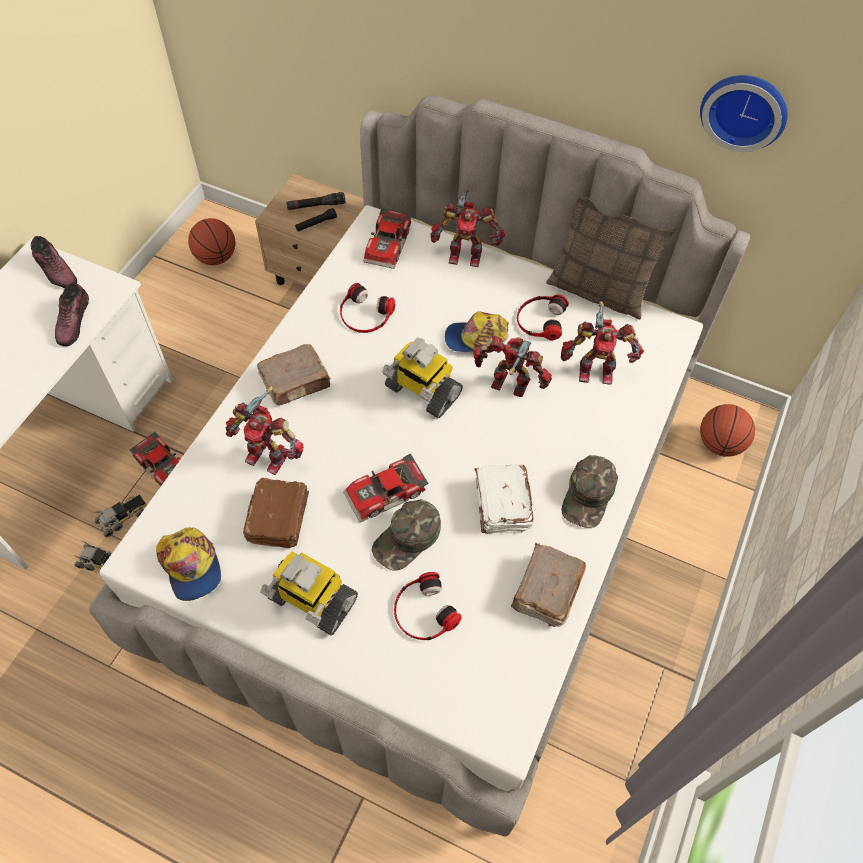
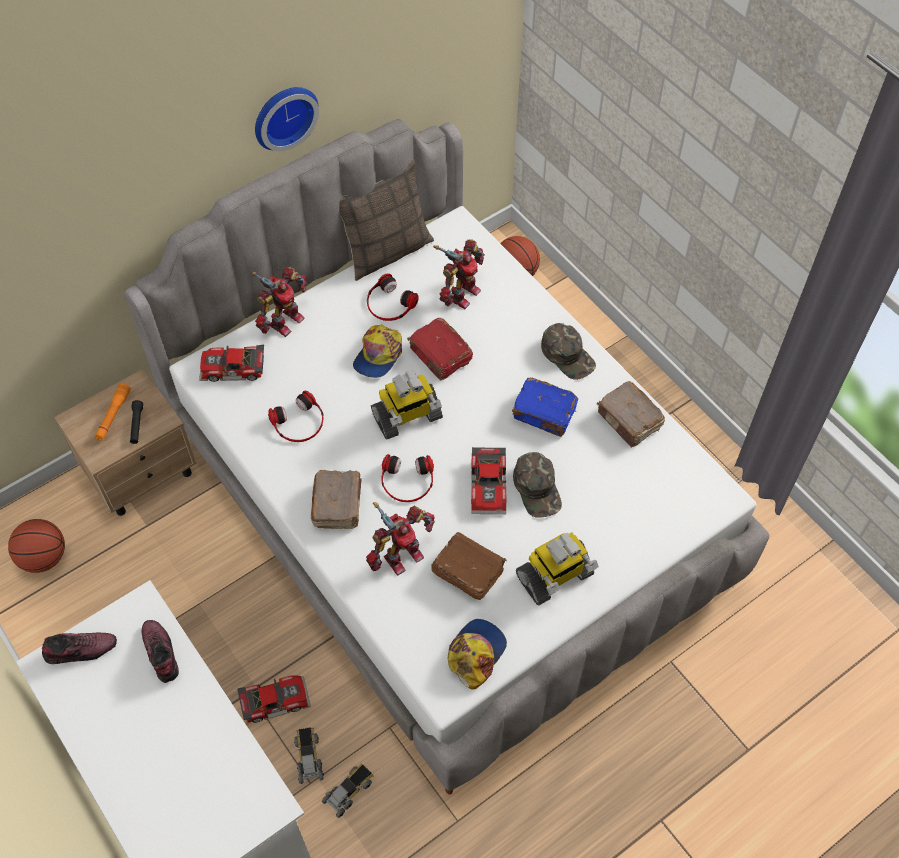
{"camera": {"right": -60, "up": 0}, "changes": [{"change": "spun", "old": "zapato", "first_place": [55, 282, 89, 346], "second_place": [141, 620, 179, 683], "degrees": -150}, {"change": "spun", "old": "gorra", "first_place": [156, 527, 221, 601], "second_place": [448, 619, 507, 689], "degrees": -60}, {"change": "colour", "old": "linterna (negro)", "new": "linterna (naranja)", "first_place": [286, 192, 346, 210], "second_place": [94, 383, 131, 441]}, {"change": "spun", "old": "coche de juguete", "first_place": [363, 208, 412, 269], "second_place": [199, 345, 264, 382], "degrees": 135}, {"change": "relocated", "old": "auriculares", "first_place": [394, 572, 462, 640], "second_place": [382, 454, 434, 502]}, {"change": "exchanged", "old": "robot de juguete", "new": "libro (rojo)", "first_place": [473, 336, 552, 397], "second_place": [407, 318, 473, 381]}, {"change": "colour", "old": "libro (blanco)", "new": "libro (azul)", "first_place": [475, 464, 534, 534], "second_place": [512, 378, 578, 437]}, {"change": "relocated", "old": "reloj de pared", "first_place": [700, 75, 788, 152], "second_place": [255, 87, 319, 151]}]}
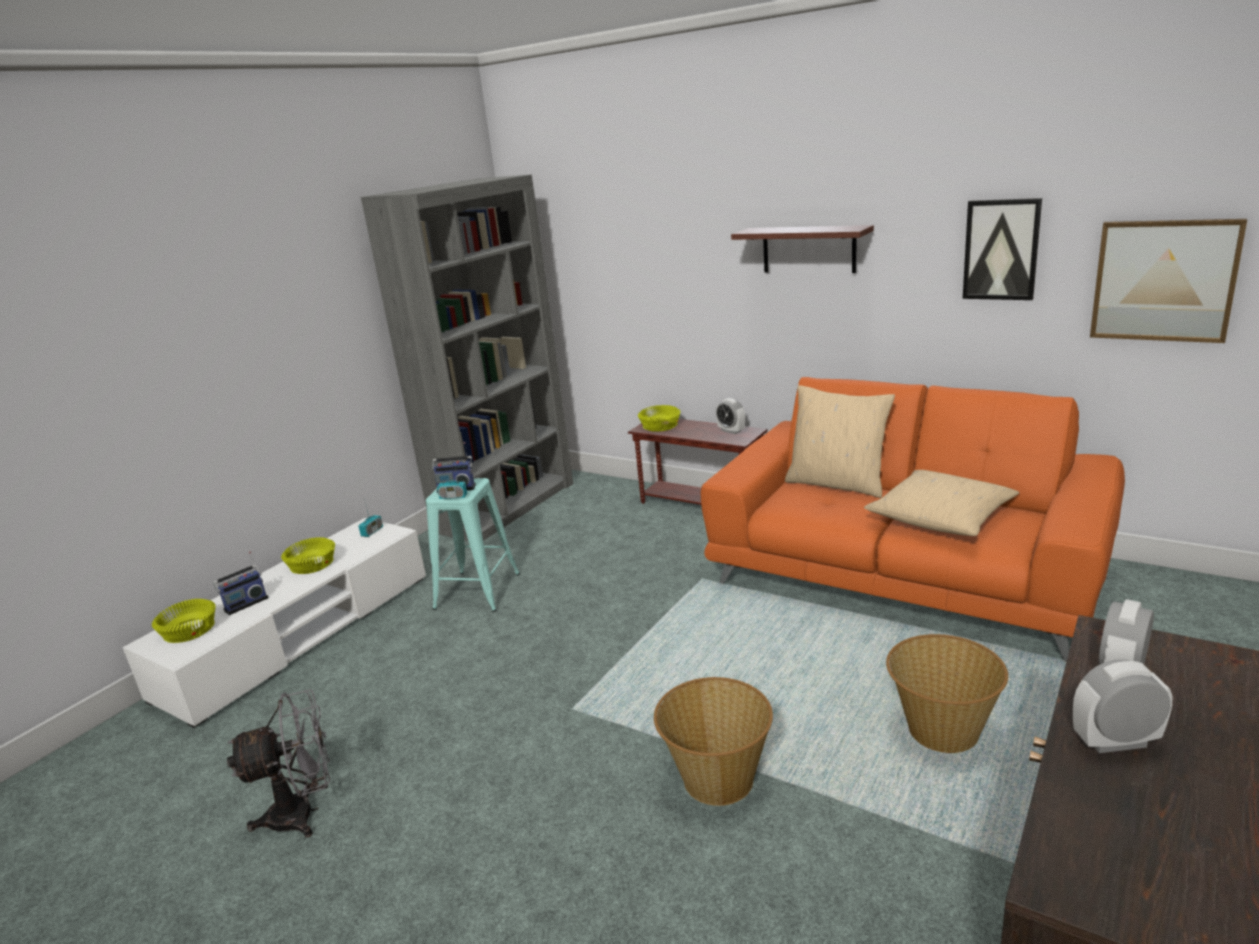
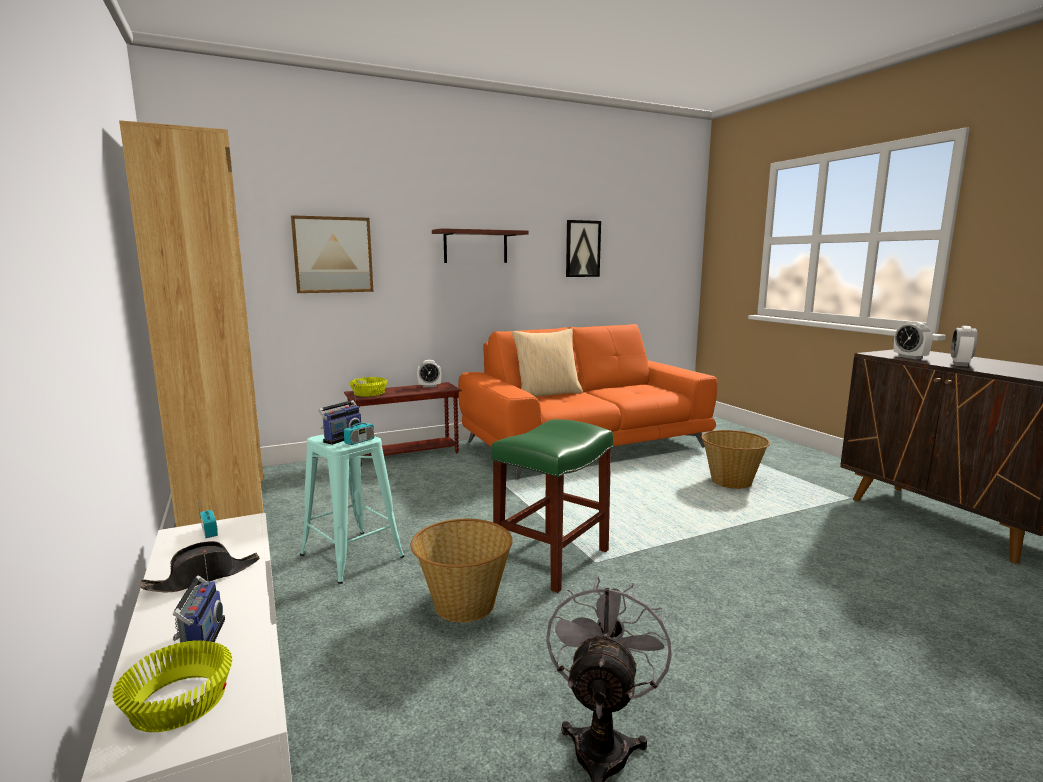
{"camera": {"right": -60, "up": -10}, "changes": [{"change": "exchanged", "old": "cuenco (amarillo)", "new": "sombrero (negro)", "first_place": [281, 537, 335, 574], "second_place": [140, 541, 260, 592]}, {"change": "colour", "old": "estantería (gris)", "new": "estantería (marrón)", "first_place": [361, 174, 573, 541], "second_place": [119, 120, 264, 527]}, {"change": "relocated", "old": "cesta", "first_place": [654, 677, 773, 806], "second_place": [411, 519, 513, 623]}, {"change": "missing", "old": "cojín (beis)", "first_place": [864, 470, 1019, 536]}, {"change": "relocated", "old": "cuadro", "first_place": [1090, 219, 1247, 343], "second_place": [291, 215, 373, 293]}, {"change": "appeared", "new": "taburete (verde)", "second_place": [491, 419, 613, 593]}]}
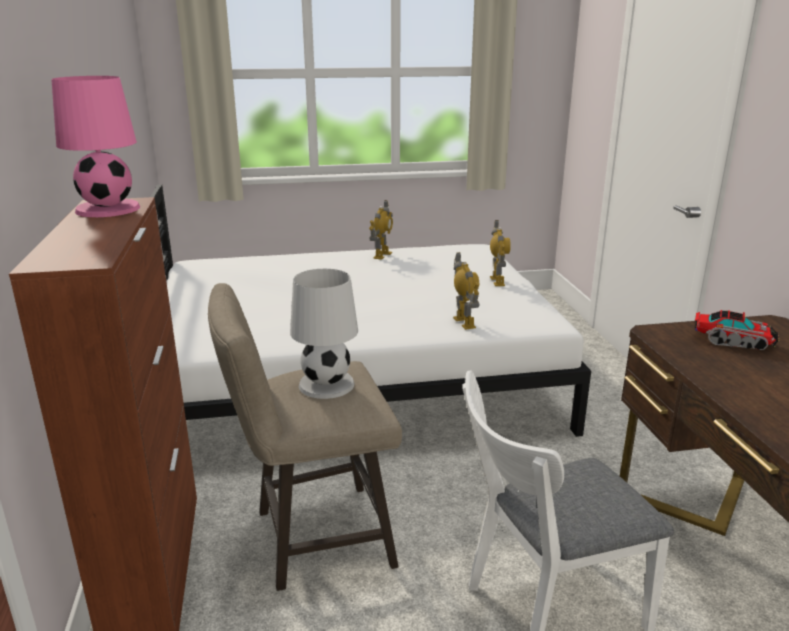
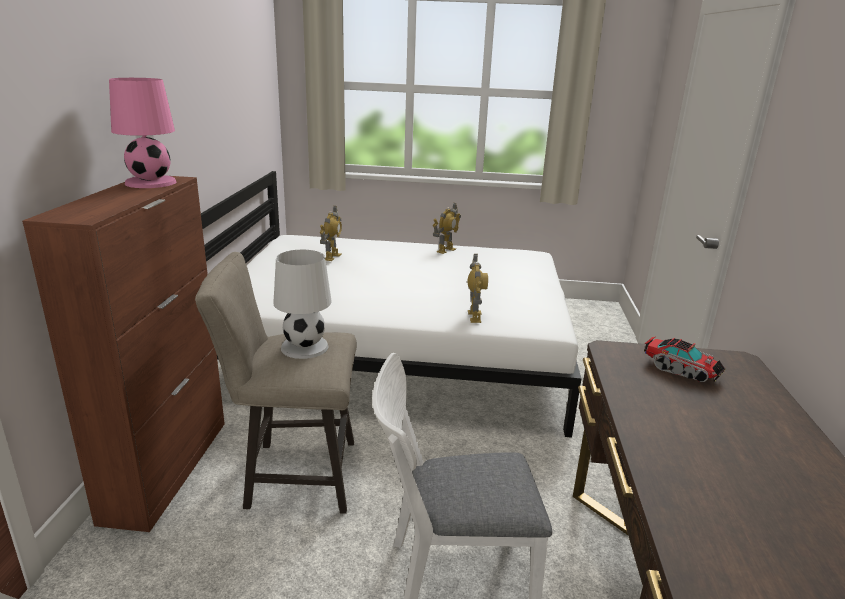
{"camera": {"right": 15, "up": 0}, "changes": [{"change": "relocated", "old": "robot de juguete", "first_place": [490, 220, 511, 286], "second_place": [320, 206, 342, 261]}]}
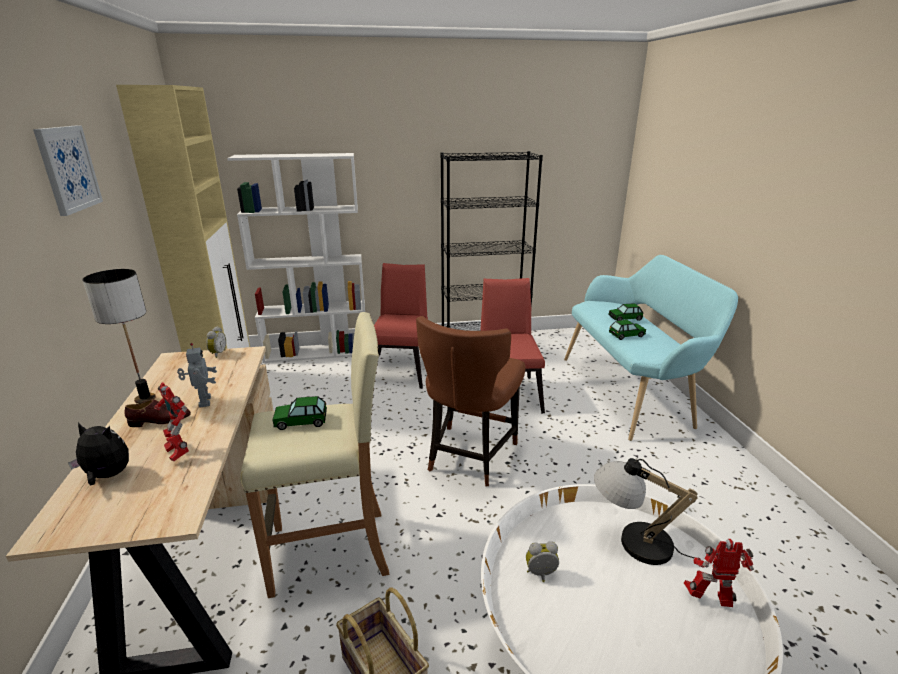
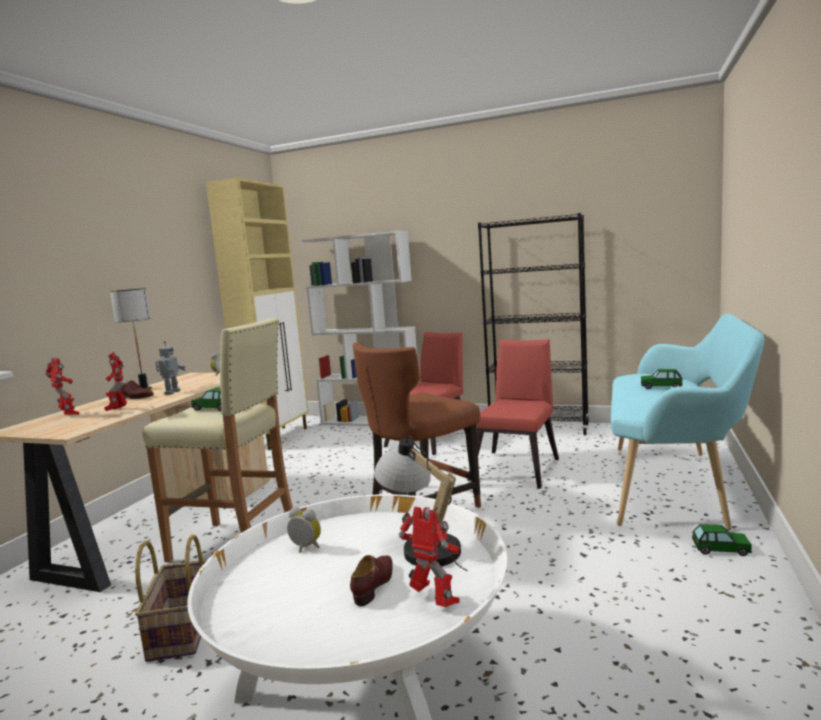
{"camera": {"right": 30, "up": -15}, "changes": [{"change": "missing", "old": "cuadro", "first_place": [33, 125, 103, 216]}, {"change": "exchanged", "old": "peluche", "new": "robot de juguete", "first_place": [68, 423, 129, 485], "second_place": [45, 358, 79, 415]}, {"change": "relocated", "old": "coche de juguete", "first_place": [609, 320, 646, 340], "second_place": [692, 524, 752, 556]}, {"change": "appeared", "new": "zapato (marrón)", "second_place": [350, 555, 393, 606]}]}
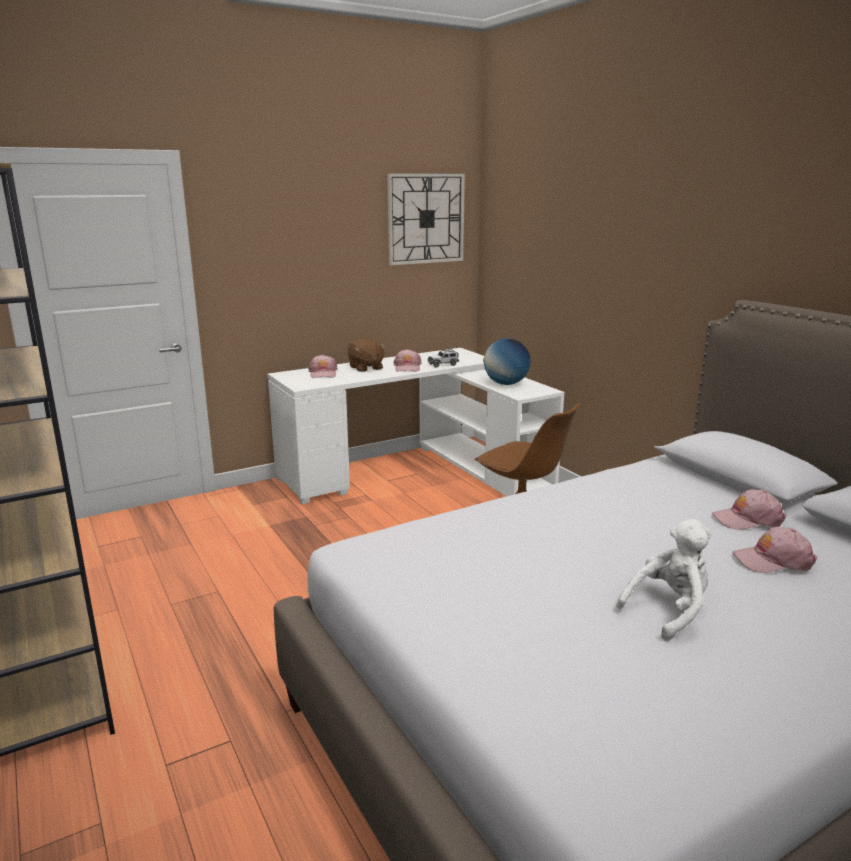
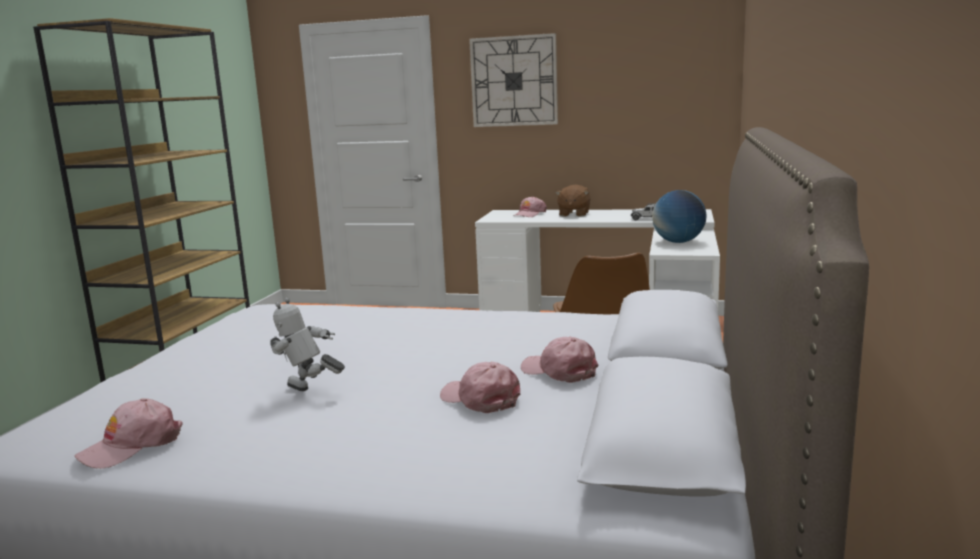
{"camera": {"right": 45, "up": -5}, "changes": [{"change": "relocated", "old": "reloj de pared", "first_place": [387, 173, 465, 265], "second_place": [469, 33, 558, 127]}, {"change": "relocated", "old": "gorra (rosa)", "first_place": [394, 349, 422, 372], "second_place": [75, 398, 183, 469]}, {"change": "exchanged", "old": "peluche (blanco)", "new": "robot de juguete", "first_place": [616, 519, 712, 641], "second_place": [270, 298, 345, 391]}]}
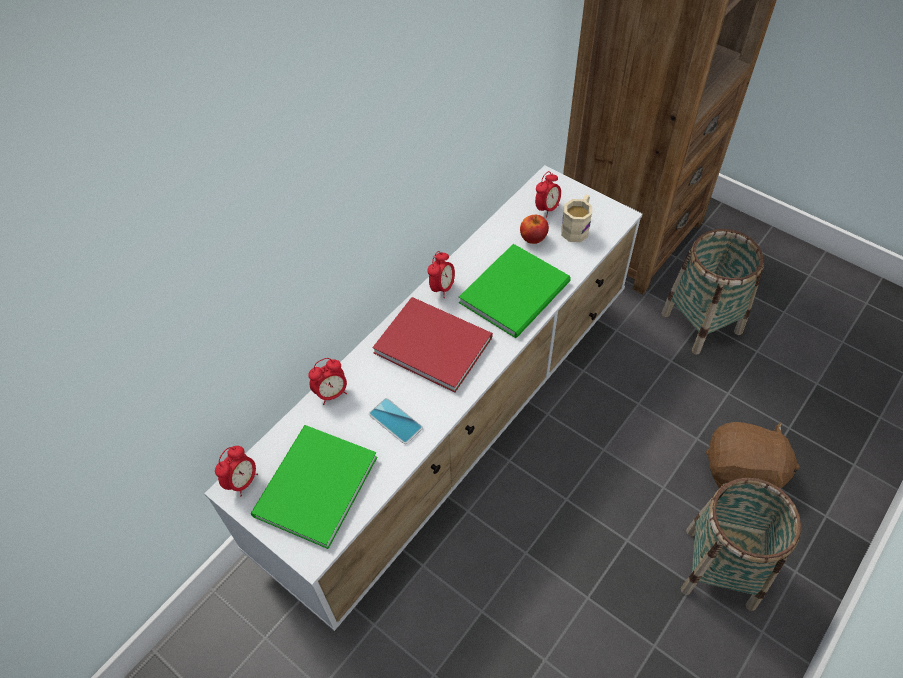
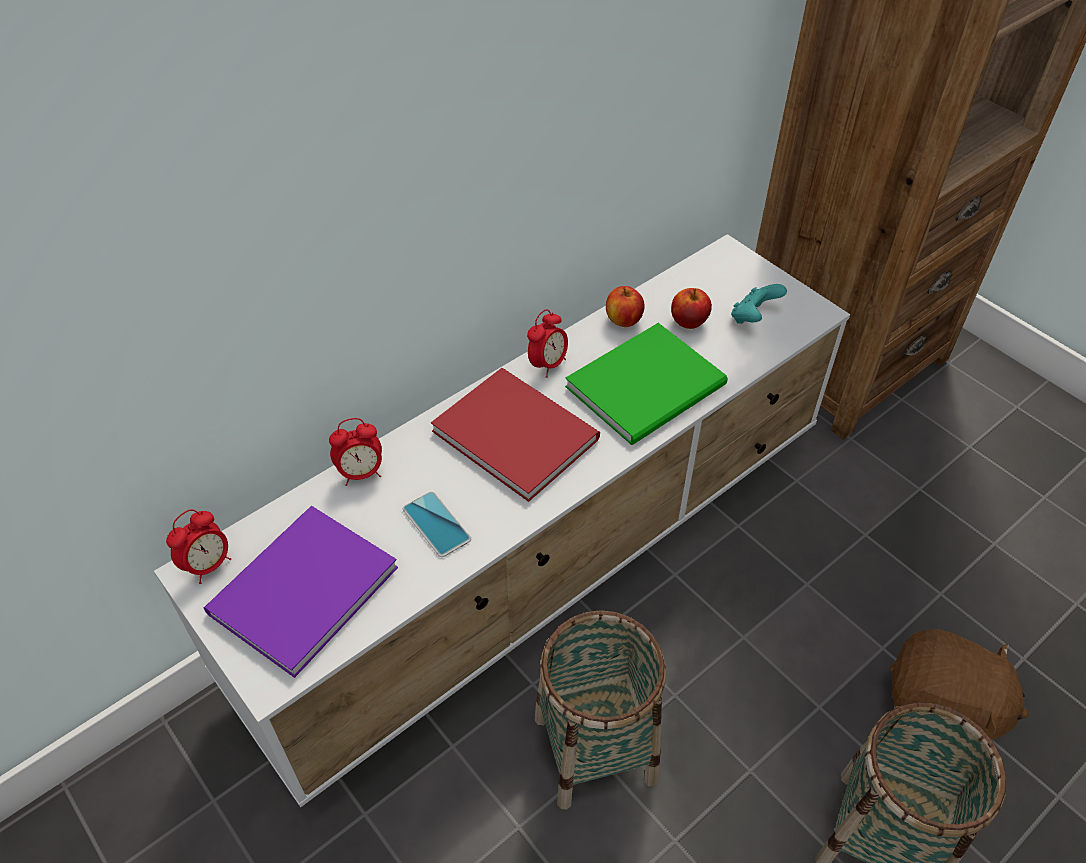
{"camera": {"right": 10, "up": -5}, "changes": [{"change": "colour", "old": "libro (verde)", "new": "libro (morado)", "first_place": [250, 425, 377, 549], "second_place": [204, 506, 398, 678]}, {"change": "missing", "old": "despertador", "first_place": [535, 171, 561, 218]}, {"change": "exchanged", "old": "taza grande (beis)", "new": "mando de consola (turquesa)", "first_place": [561, 195, 592, 242], "second_place": [731, 284, 787, 324]}, {"change": "relocated", "old": "cesta", "first_place": [661, 229, 764, 354], "second_place": [535, 611, 666, 810]}, {"change": "appeared", "new": "manzana", "second_place": [606, 286, 645, 327]}]}
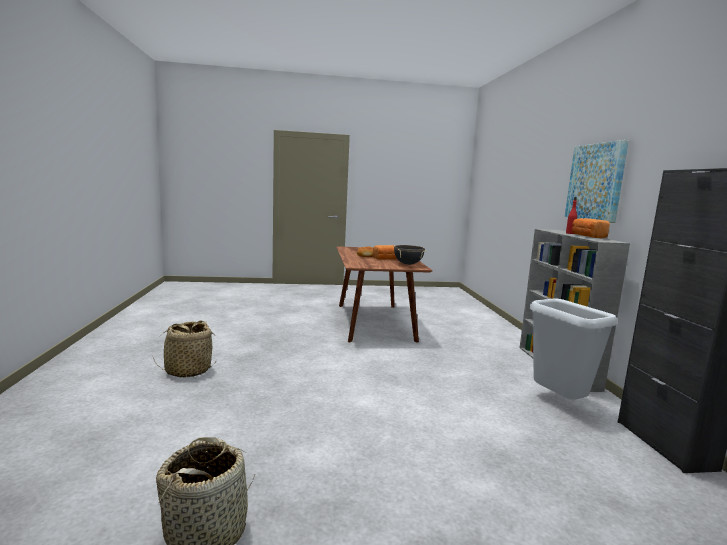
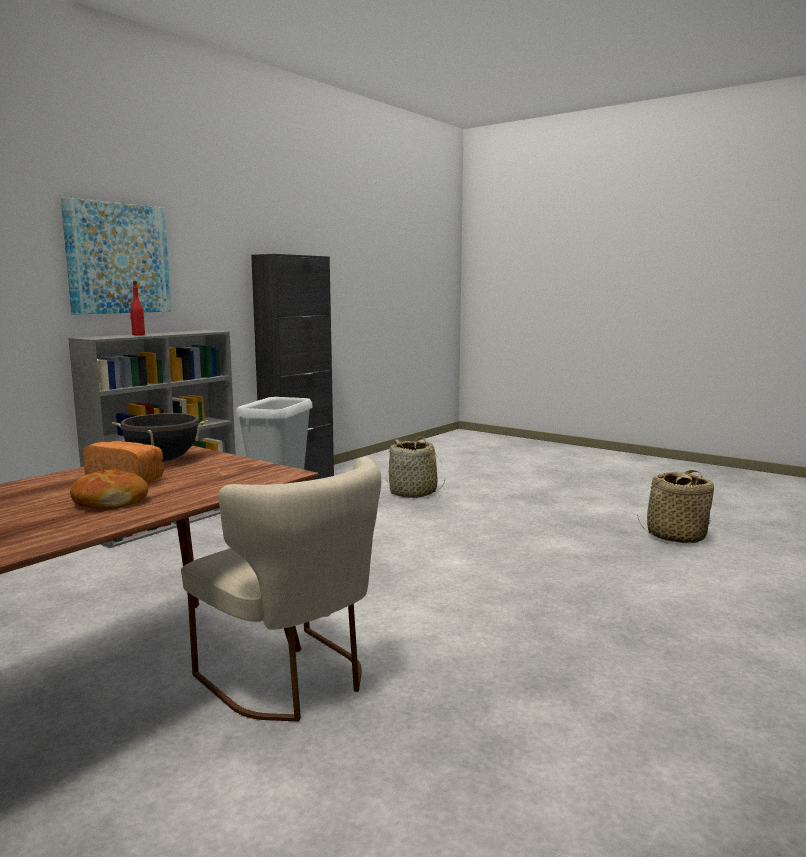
{"camera": {"right": -135, "up": 0}, "changes": [{"change": "relocated", "old": "cesta", "first_place": [153, 320, 218, 378], "second_place": [386, 436, 445, 498]}, {"change": "missing", "old": "pan", "first_place": [572, 218, 610, 239]}, {"change": "appeared", "new": "silla (beis)", "second_place": [181, 457, 381, 722]}]}
